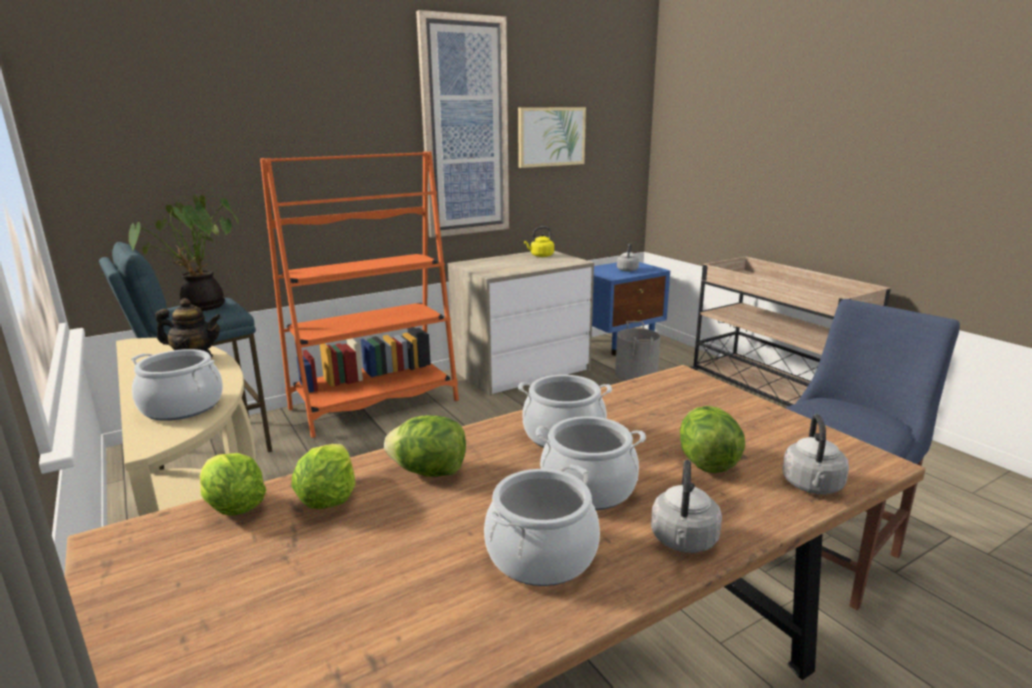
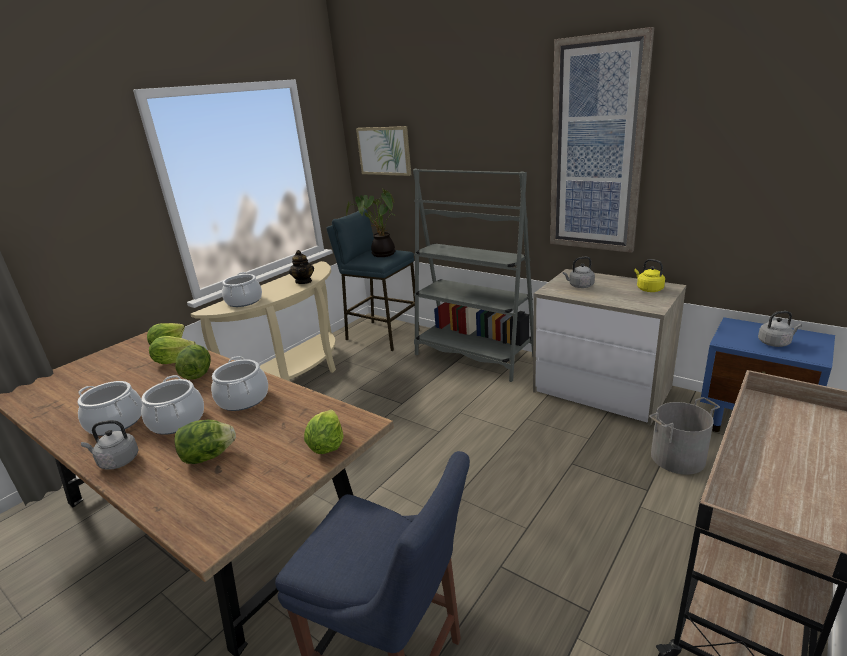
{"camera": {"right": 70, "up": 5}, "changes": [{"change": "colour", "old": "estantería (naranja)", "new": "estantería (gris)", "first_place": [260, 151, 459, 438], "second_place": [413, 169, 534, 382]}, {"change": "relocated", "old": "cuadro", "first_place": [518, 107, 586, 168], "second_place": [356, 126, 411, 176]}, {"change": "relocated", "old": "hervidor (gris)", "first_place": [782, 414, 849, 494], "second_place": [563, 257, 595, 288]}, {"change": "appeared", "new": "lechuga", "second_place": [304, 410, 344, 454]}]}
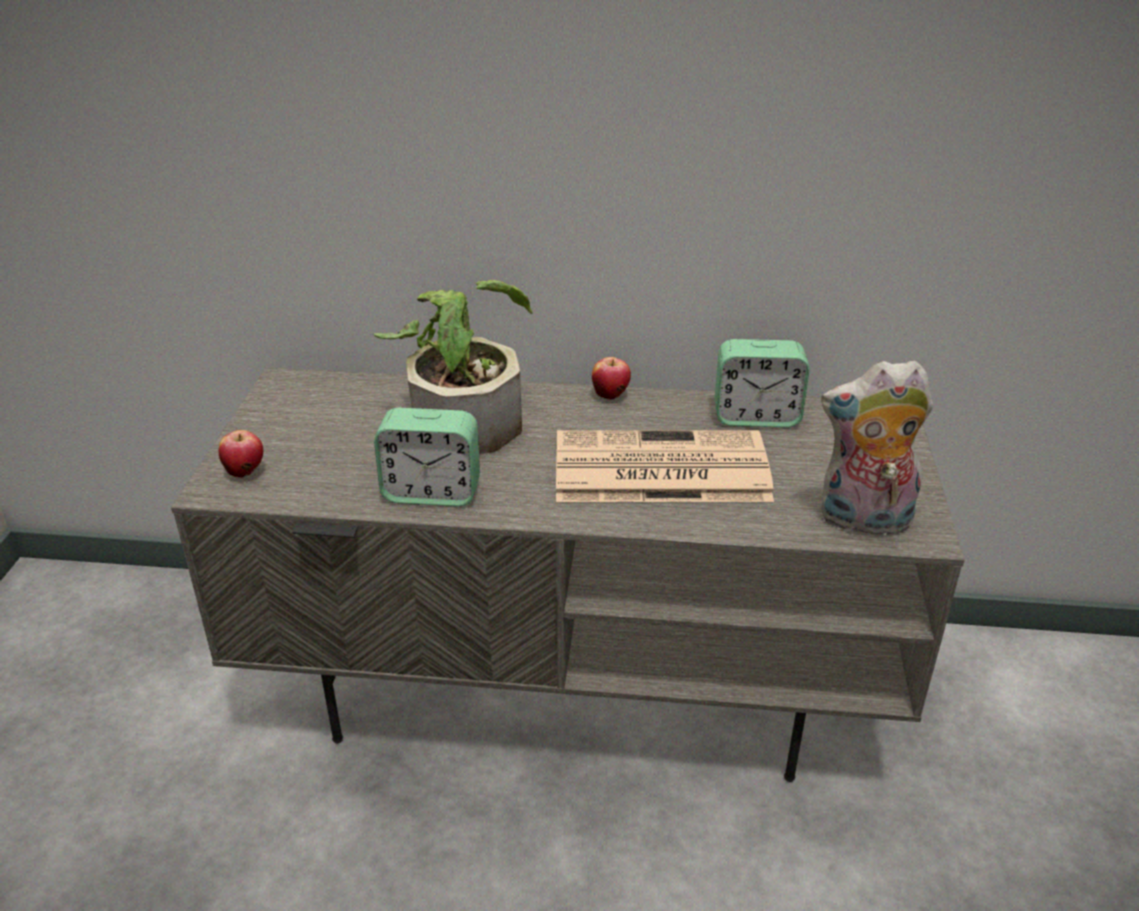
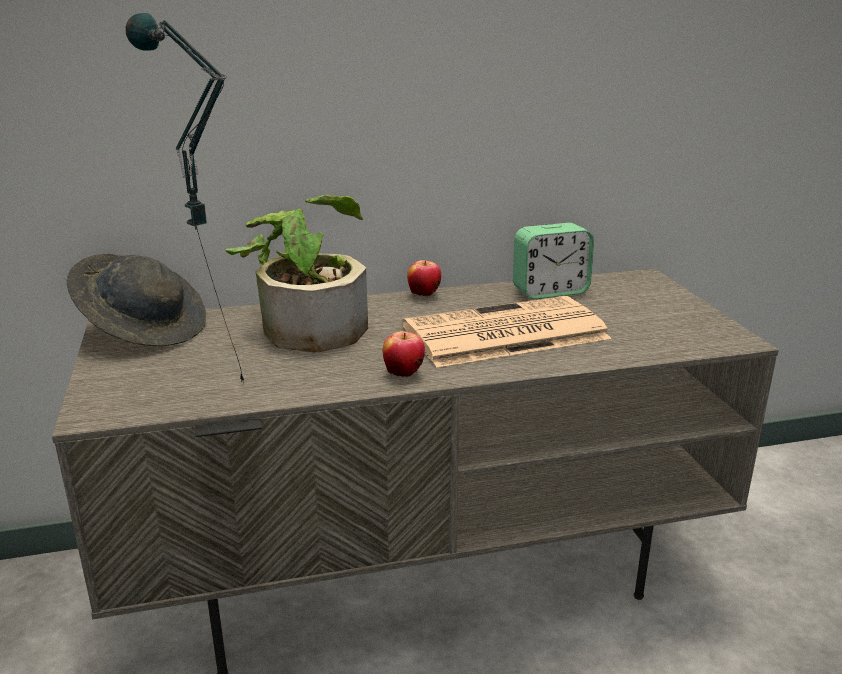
{"camera": {"right": -20, "up": -10}, "changes": [{"change": "relocated", "old": "manzana", "first_place": [219, 430, 263, 478], "second_place": [383, 331, 425, 377]}, {"change": "missing", "old": "despertador", "first_place": [374, 408, 480, 506]}, {"change": "missing", "old": "peluche", "first_place": [821, 360, 933, 541]}, {"change": "appeared", "new": "sombrero (gris)", "second_place": [67, 254, 206, 347]}, {"change": "appeared", "new": "lámpara de mesa", "second_place": [126, 13, 244, 384]}]}
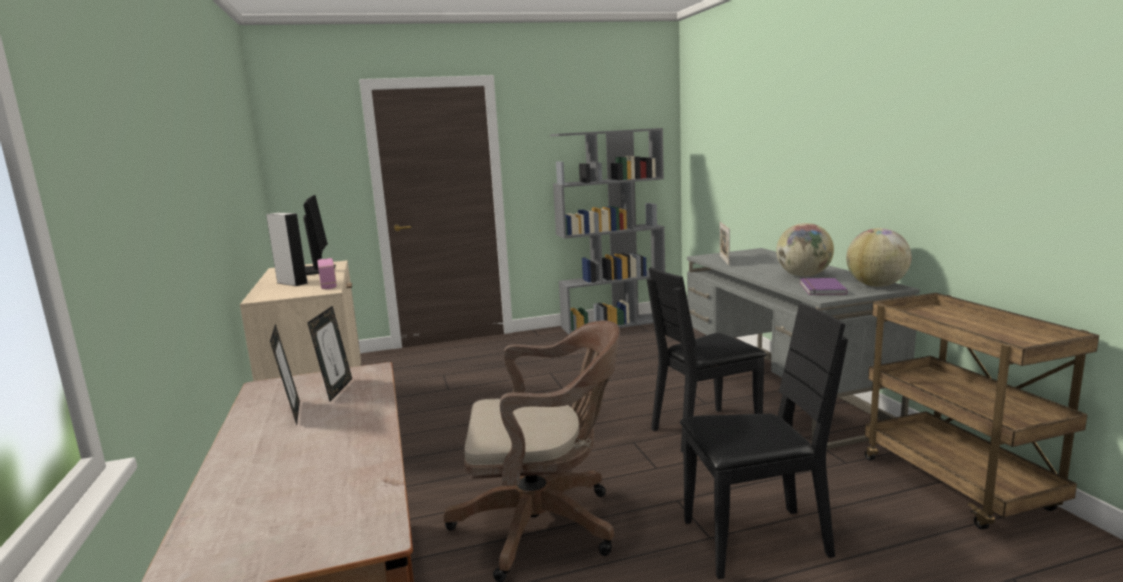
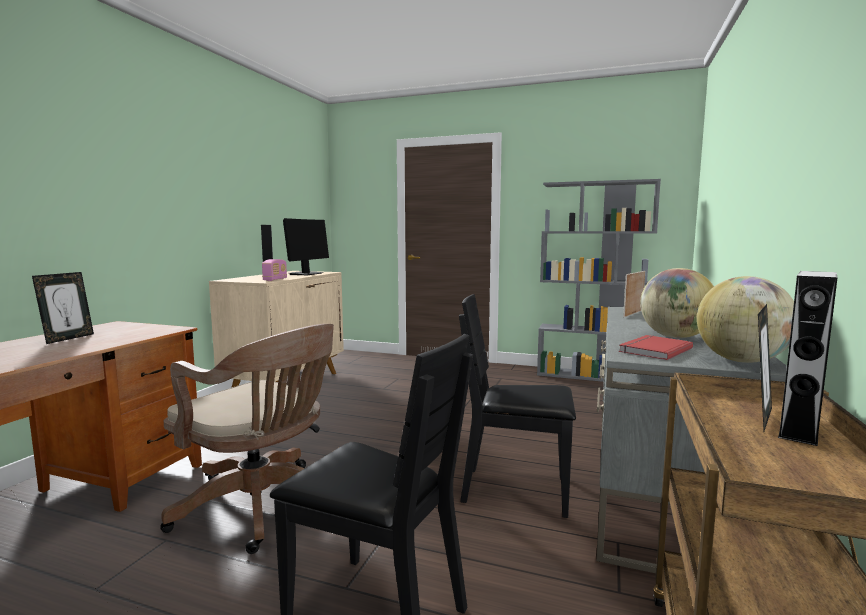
{"camera": {"right": 35, "up": -5}, "changes": [{"change": "relocated", "old": "portarretratos", "first_place": [307, 306, 352, 402], "second_place": [758, 304, 772, 431]}, {"change": "colour", "old": "libro (morado)", "new": "libro (rojo)", "first_place": [800, 278, 848, 295], "second_place": [619, 335, 693, 360]}, {"change": "appeared", "new": "altavoz (gris)", "second_place": [778, 271, 838, 446]}]}
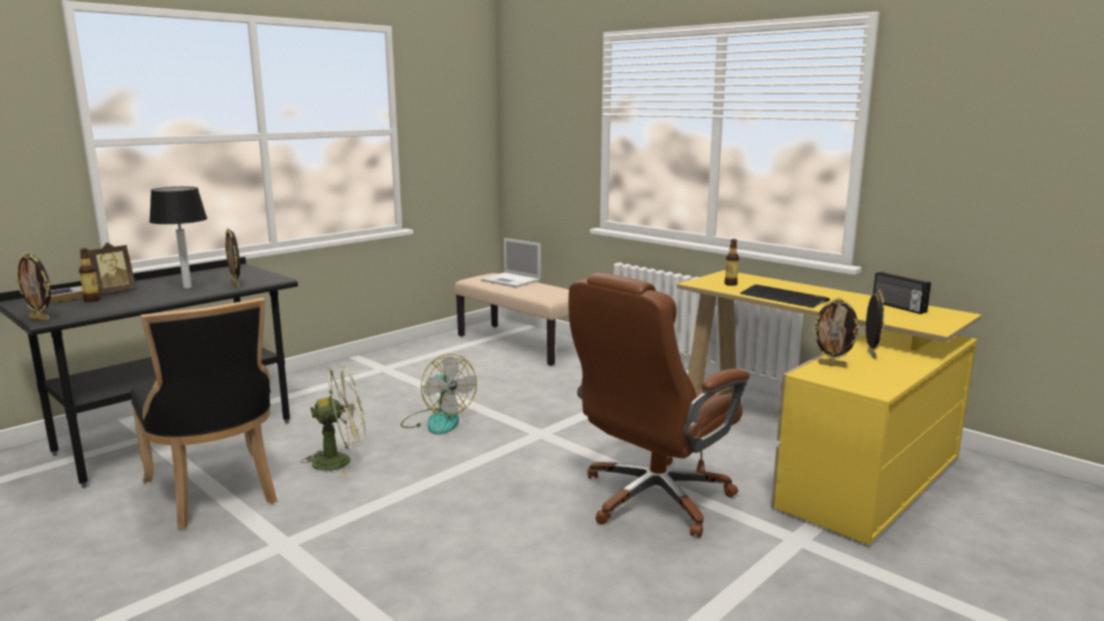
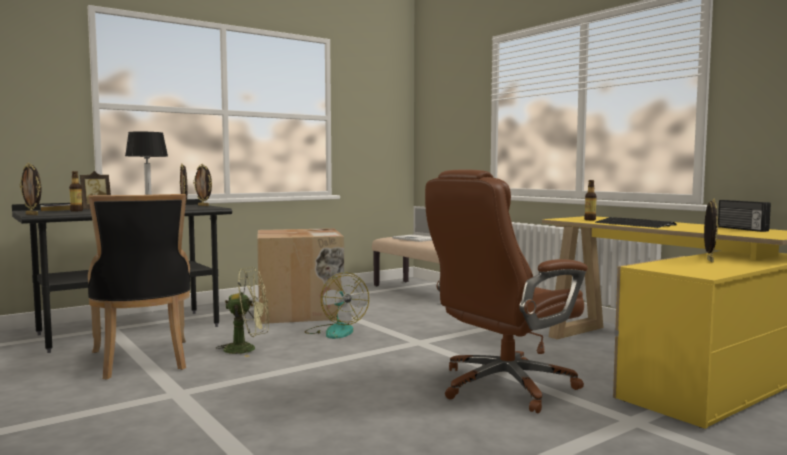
{"camera": {"right": 10, "up": -10}, "changes": [{"change": "relocated", "old": "portarretratos", "first_place": [812, 298, 861, 367], "second_place": [193, 164, 212, 206]}, {"change": "appeared", "new": "caja de cartón", "second_place": [257, 228, 344, 324]}]}
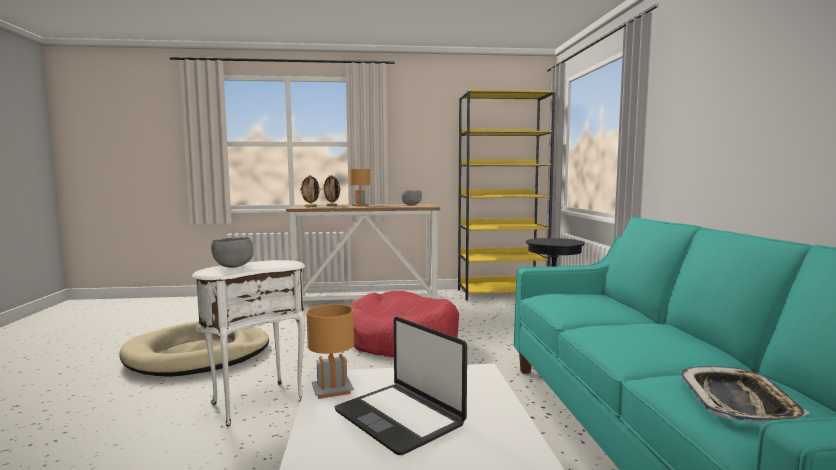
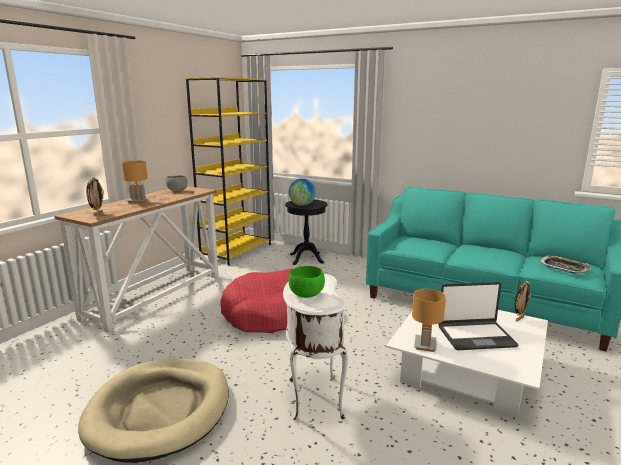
{"camera": {"right": -55, "up": 10}, "changes": [{"change": "colour", "old": "cuenco (gris)", "new": "cuenco (verde)", "first_place": [211, 237, 254, 268], "second_place": [289, 266, 325, 298]}, {"change": "relocated", "old": "portarretratos", "first_place": [322, 175, 341, 206], "second_place": [515, 281, 531, 322]}, {"change": "appeared", "new": "globo terráqueo", "second_place": [289, 179, 316, 206]}]}
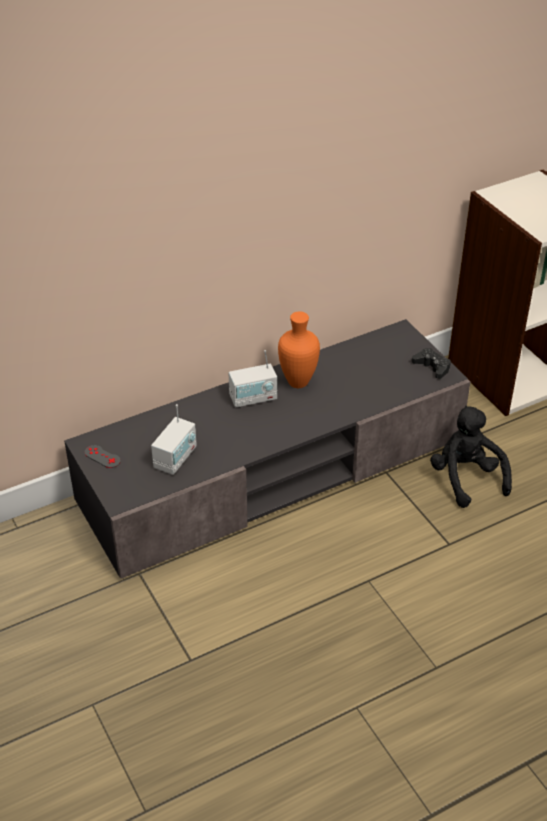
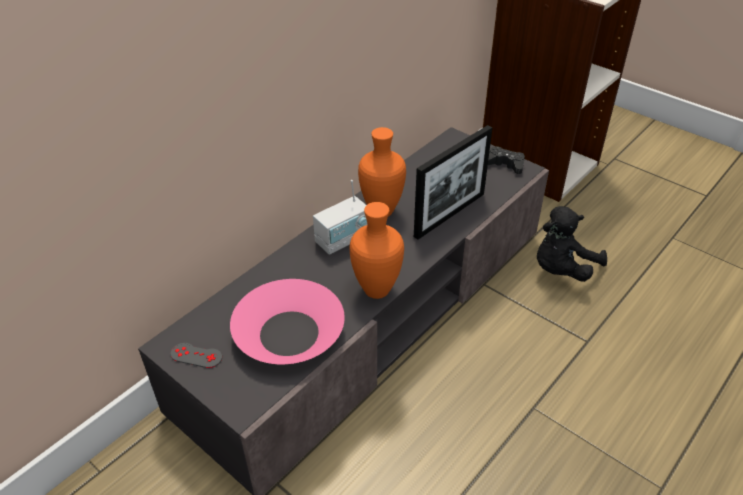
{"camera": {"right": -20, "up": 0}, "changes": [{"change": "exchanged", "old": "radio", "new": "cuenco (rosa)", "first_place": [151, 404, 197, 475], "second_place": [230, 279, 345, 364]}, {"change": "spun", "old": "peluche (negro)", "first_place": [430, 406, 512, 508], "second_place": [537, 206, 607, 282], "degrees": -90}, {"change": "appeared", "new": "florero (naranja)", "second_place": [350, 202, 404, 299]}, {"change": "appeared", "new": "portarretratos", "second_place": [414, 125, 493, 239]}]}
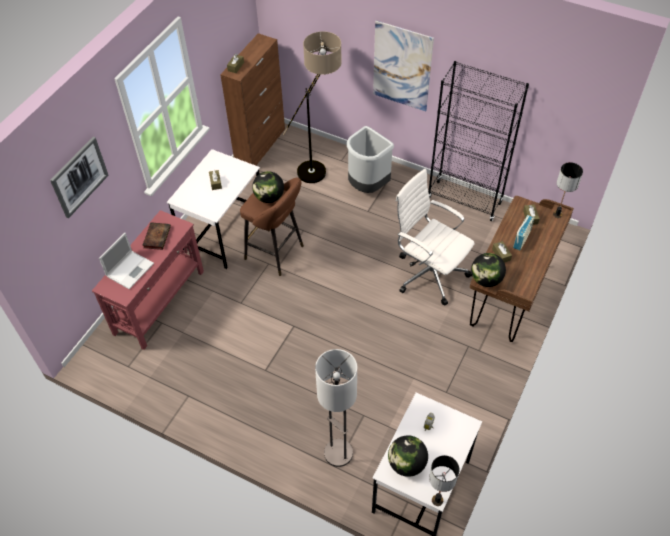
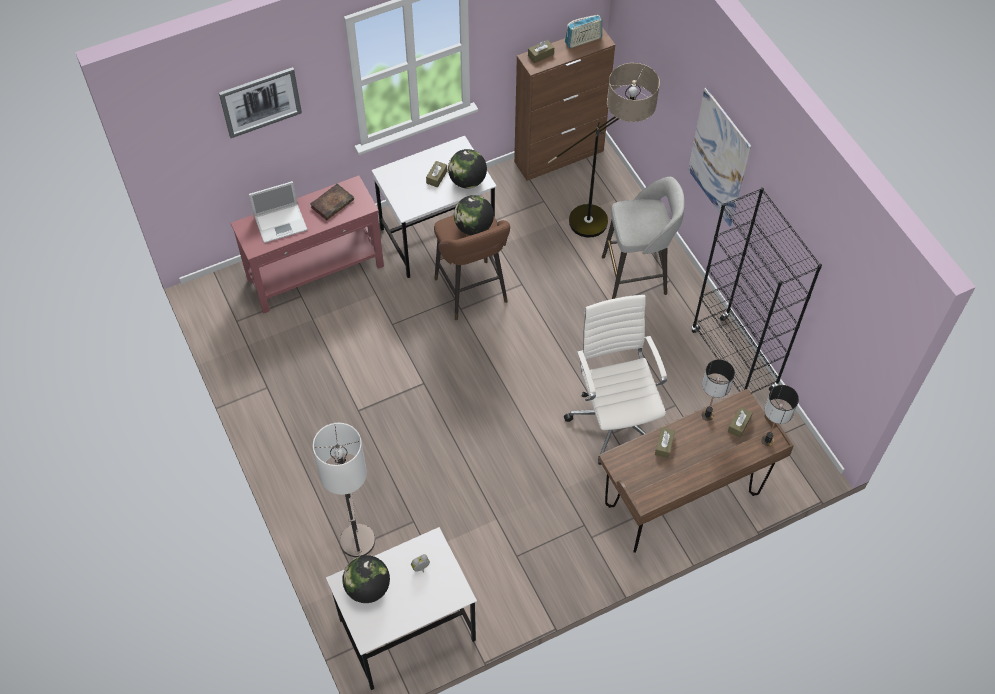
{"camera": {"right": 35, "up": 5}, "changes": [{"change": "exchanged", "old": "papelera (gris)", "new": "taburete (gris)", "first_place": [347, 126, 394, 193], "second_place": [602, 177, 684, 299]}, {"change": "relocated", "old": "lámpara de mesa", "first_place": [429, 455, 459, 506], "second_place": [701, 359, 735, 421]}, {"change": "relocated", "old": "globo terráqueo", "first_place": [471, 253, 506, 287], "second_place": [448, 149, 487, 188]}, {"change": "relocated", "old": "radio", "first_place": [513, 215, 534, 251], "second_place": [565, 15, 602, 48]}]}
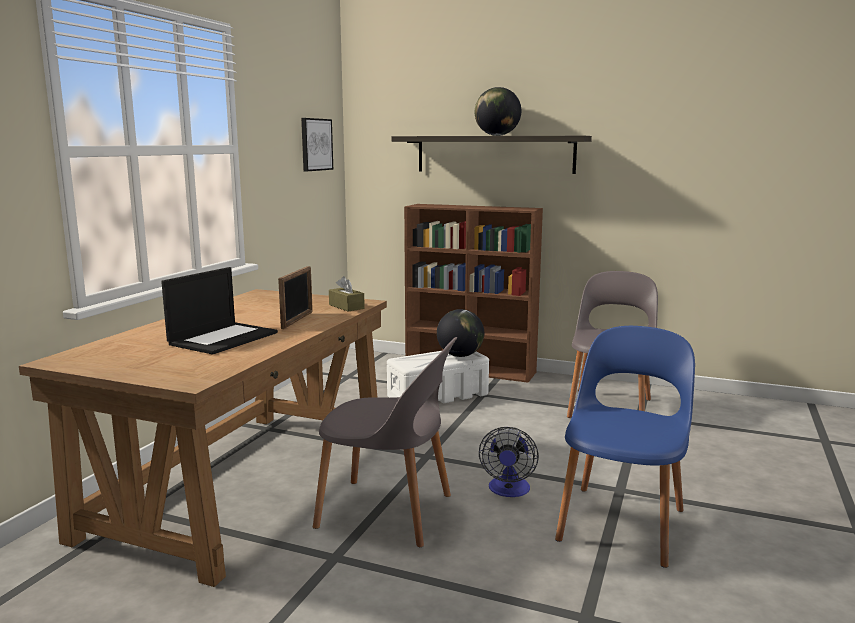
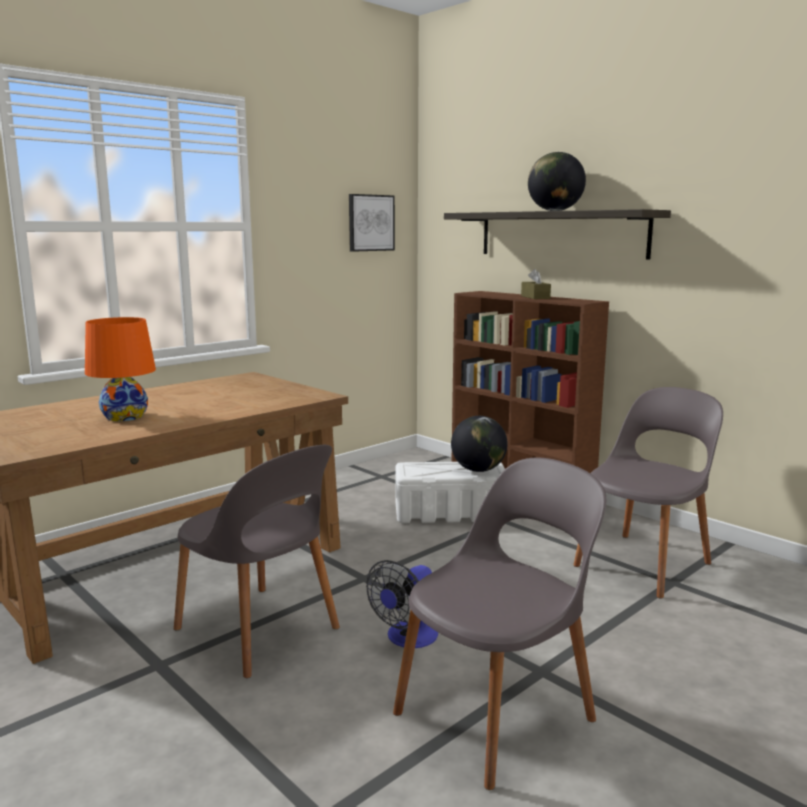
{"camera": {"right": 25, "up": 0}, "changes": [{"change": "exchanged", "old": "portátil", "new": "lámpara de mesa (naranja)", "first_place": [161, 267, 278, 355], "second_place": [85, 317, 156, 421]}, {"change": "missing", "old": "portarretratos", "first_place": [278, 266, 313, 329]}, {"change": "relocated", "old": "caja de pañuelos (marrón)", "first_place": [329, 276, 365, 312], "second_place": [521, 269, 551, 299]}, {"change": "colour", "old": "silla (azul)", "new": "silla (gris)", "first_place": [555, 326, 695, 568], "second_place": [393, 458, 606, 790]}]}
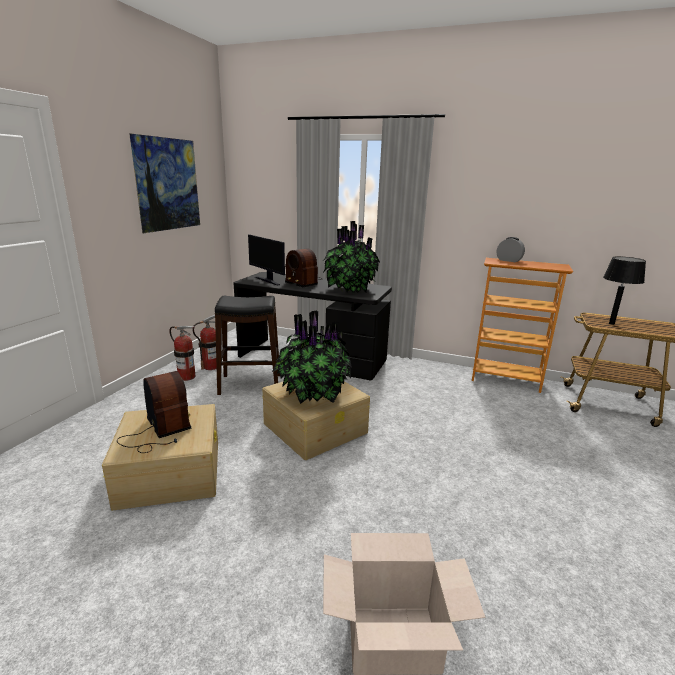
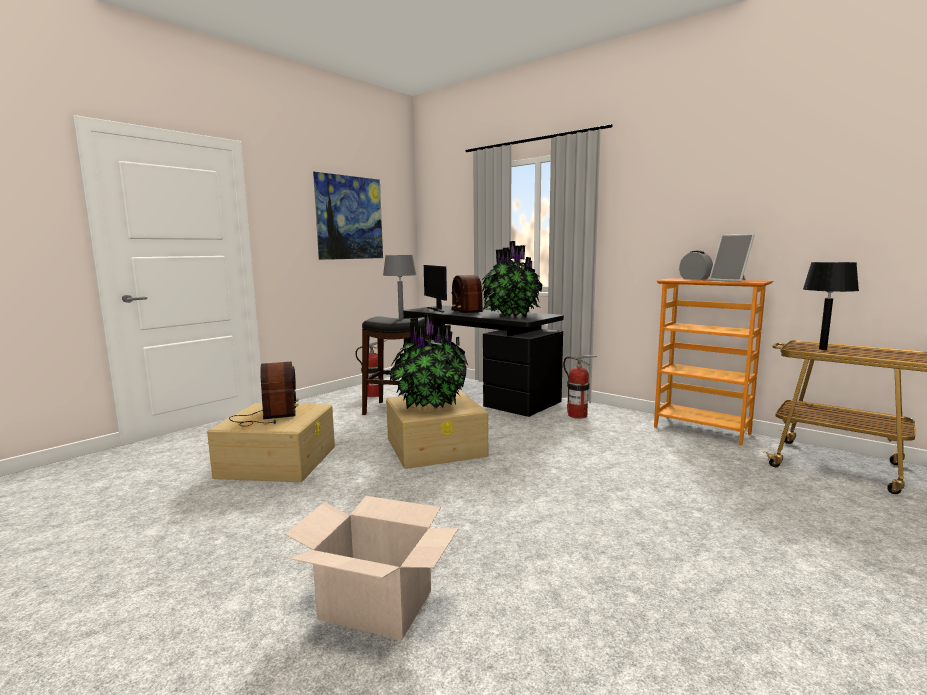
{"camera": {"right": 20, "up": -10}, "changes": [{"change": "relocated", "old": "extintor", "first_place": [169, 326, 196, 381], "second_place": [563, 355, 596, 419]}, {"change": "appeared", "new": "lámpara de mesa (gris)", "second_place": [383, 255, 416, 319]}, {"change": "appeared", "new": "portarretratos", "second_place": [709, 234, 755, 282]}]}
